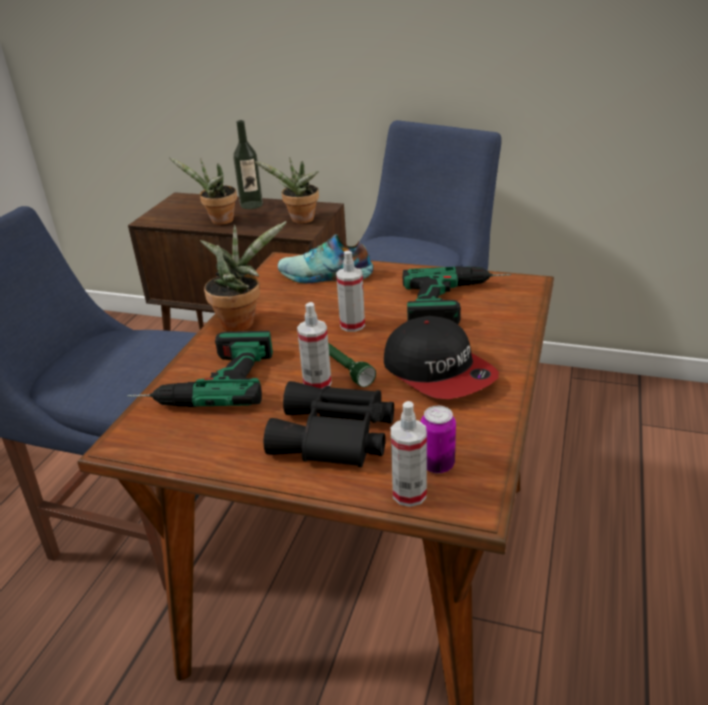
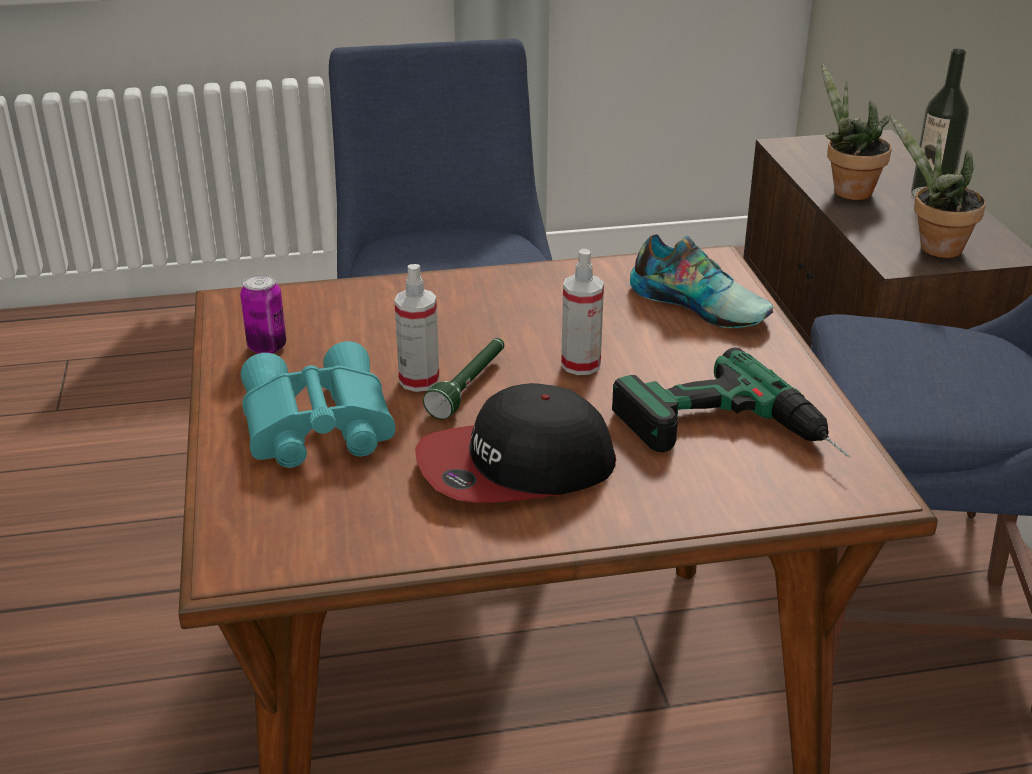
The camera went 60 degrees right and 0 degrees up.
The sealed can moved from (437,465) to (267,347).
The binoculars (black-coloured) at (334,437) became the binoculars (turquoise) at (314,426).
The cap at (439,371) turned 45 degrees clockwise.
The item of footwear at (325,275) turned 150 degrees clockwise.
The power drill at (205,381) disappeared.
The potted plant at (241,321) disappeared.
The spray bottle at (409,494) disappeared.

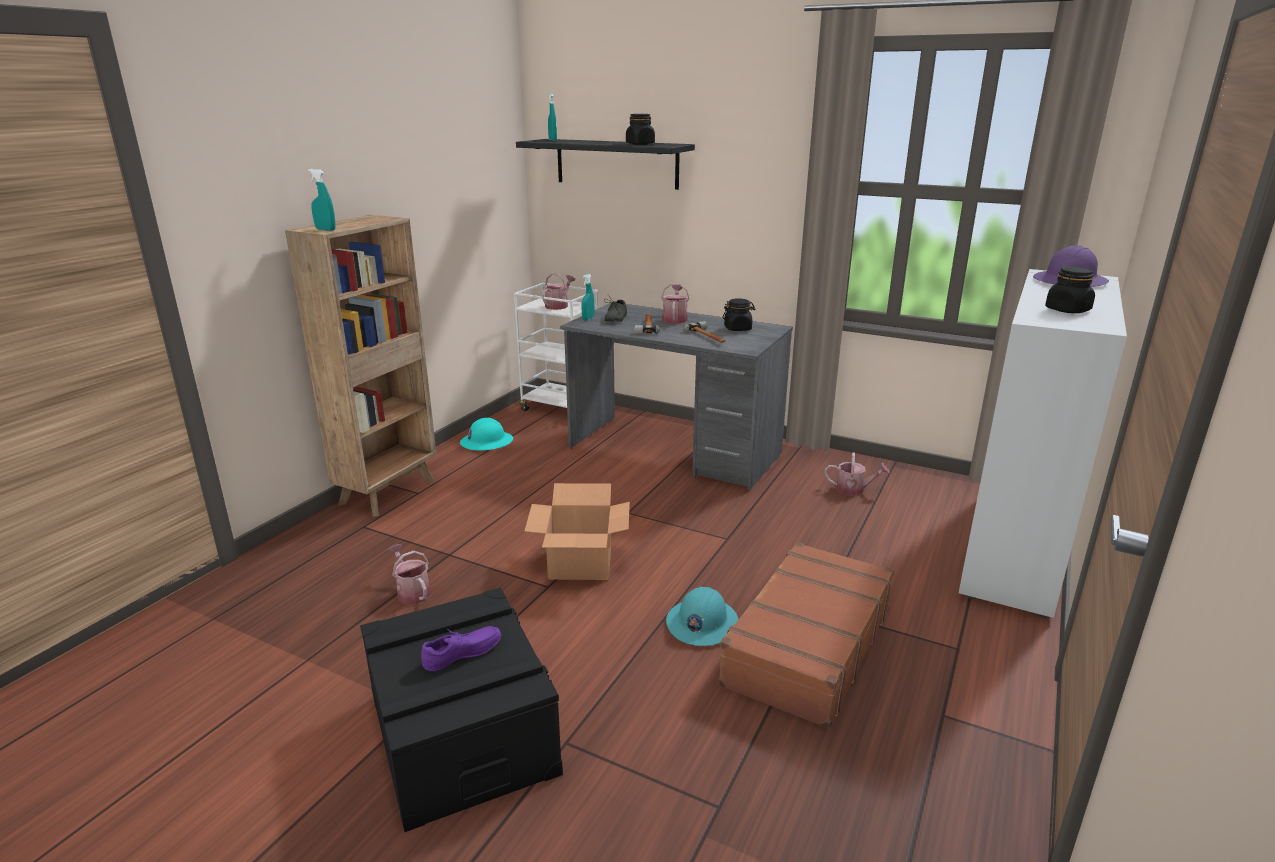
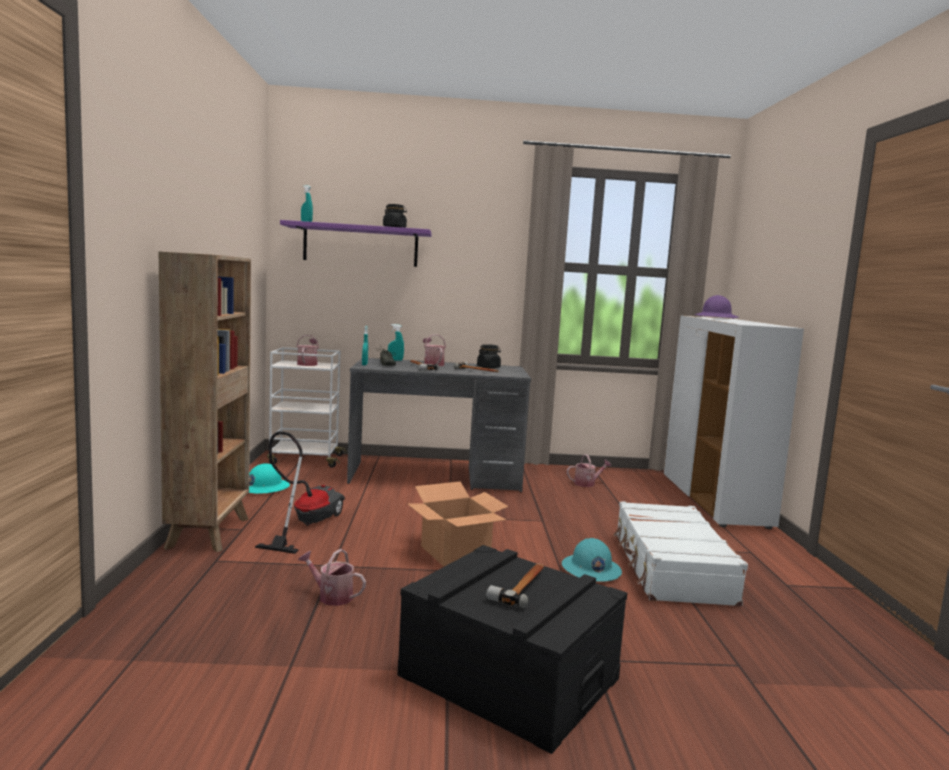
The camera went 30 degrees left and 15 degrees down.
The vacuum at (304,524) appeared.
The shelf (black-coloured) at (616,163) became the shelf (purple-coloured) at (360,245).
The spray bottle (turquoise) moved from (325,229) to (395,360).
The item of footwear (purple-coloured) at (463,655) was replaced by the hammer at (522,587).
The travel case (brownish) at (806,646) became the travel case (white-coloured) at (670,568).
The jar (black-coloured) at (1067,310) disappeared.

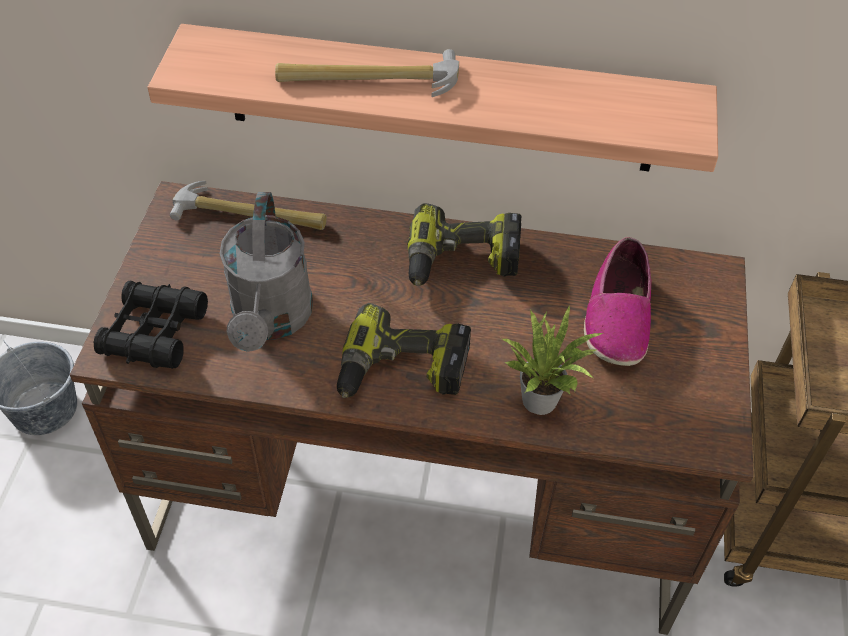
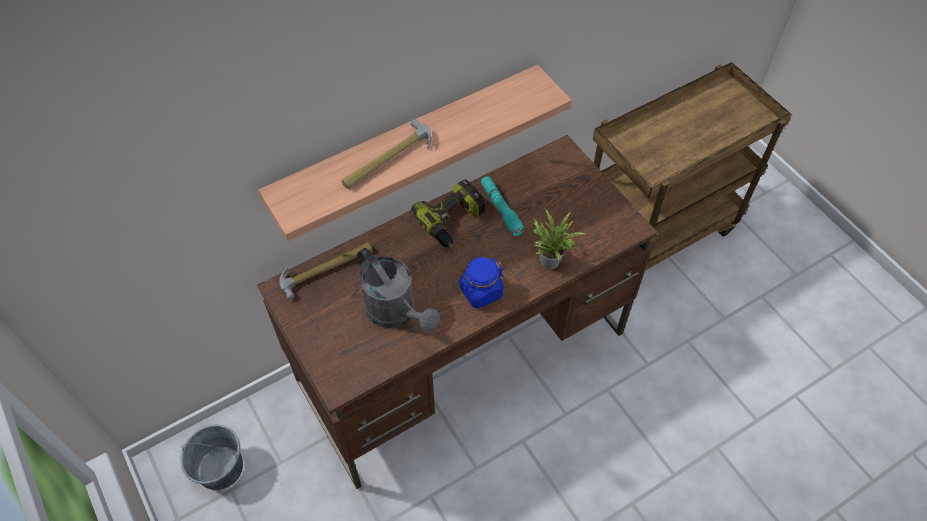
The camera went 40 degrees left and 5 degrees up.
The power drill at (402,371) was replaced by the jar (bluish) at (481,292).
The torch (turquoise) at (501,209) appeared.
The binoculars (black-coloured) at (153,333) disappeared.
The item of footwear at (617,316) disappeared.

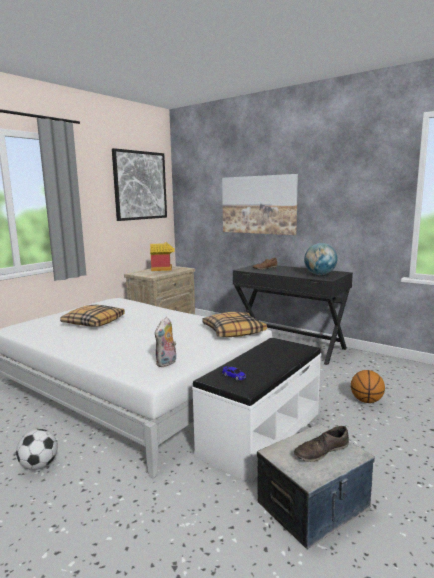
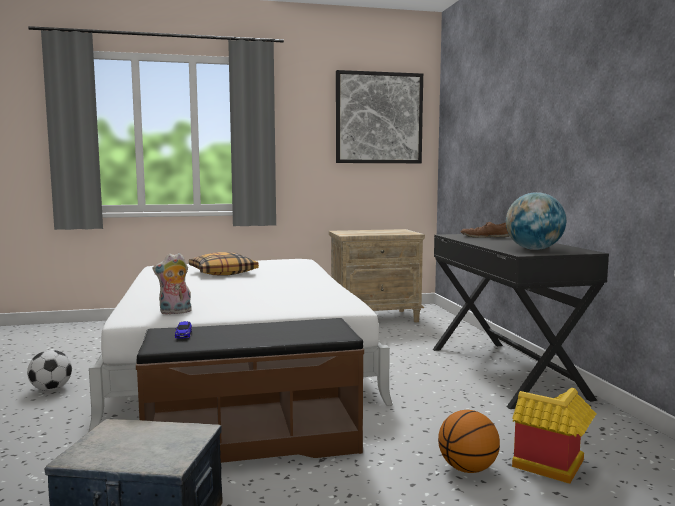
The camera went 40 degrees right and 5 degrees down.
The bench (white-coloured) at (260,433) became the bench (brownish) at (253,442).
The miniature house moved from (163,269) to (551,468).
The throw pillow at (233,331) disappeared.
The wall picture at (258,205) disappeared.
The item of footwear (brownish) at (321,451) disappeared.

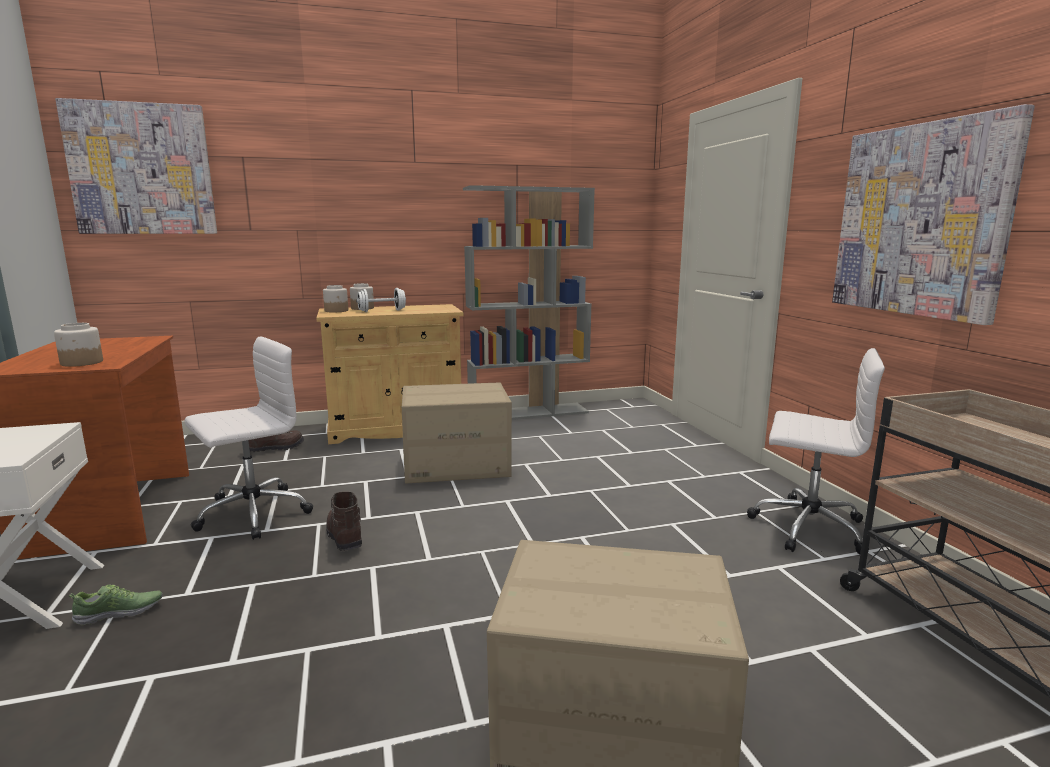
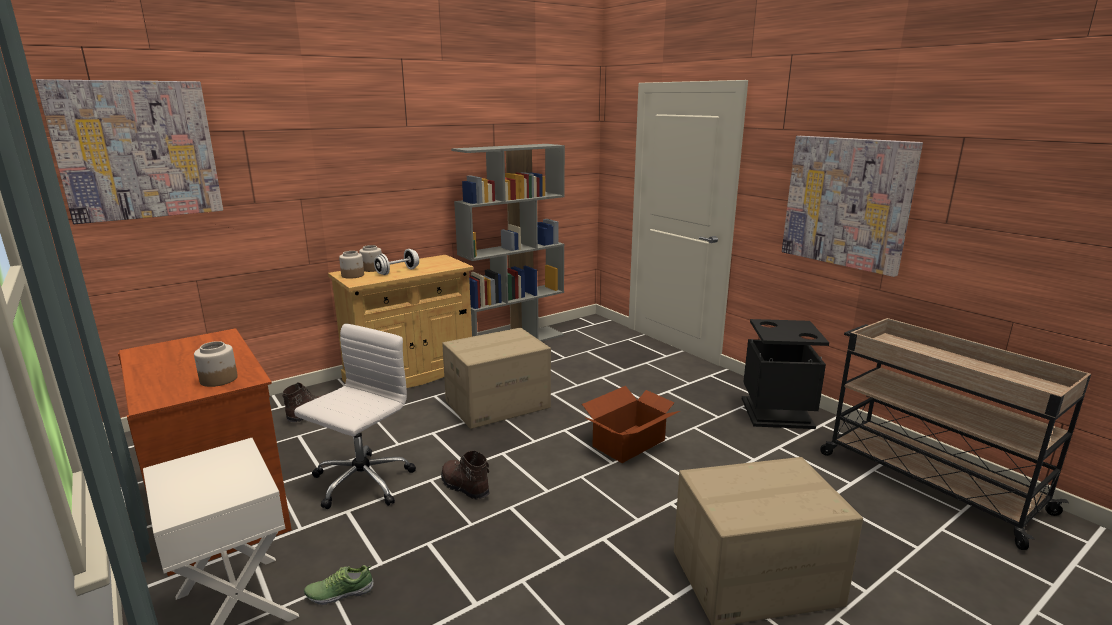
The camera went 20 degrees left and 5 degrees up.
The item of footwear at (120,613) turned 150 degrees counterclockwise.
The packing box at (630,443) appeared.
The desk chair (white-coloured) at (806,527) was replaced by the waste bin (black-coloured) at (777,413).

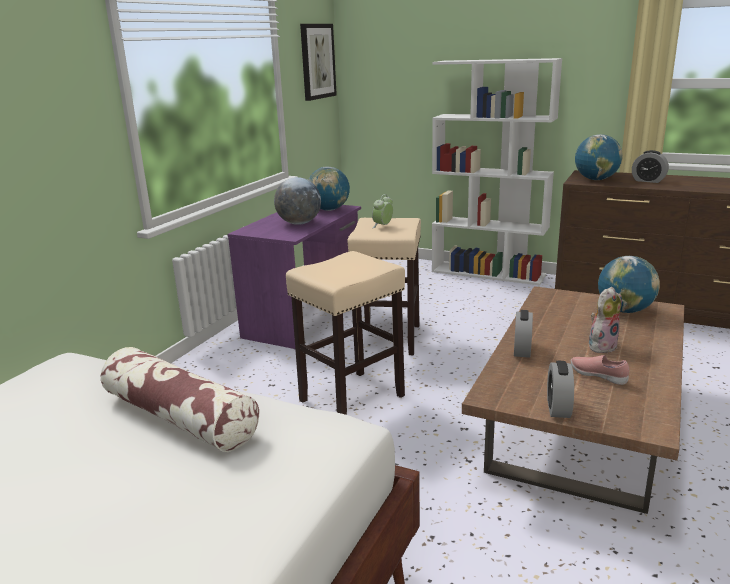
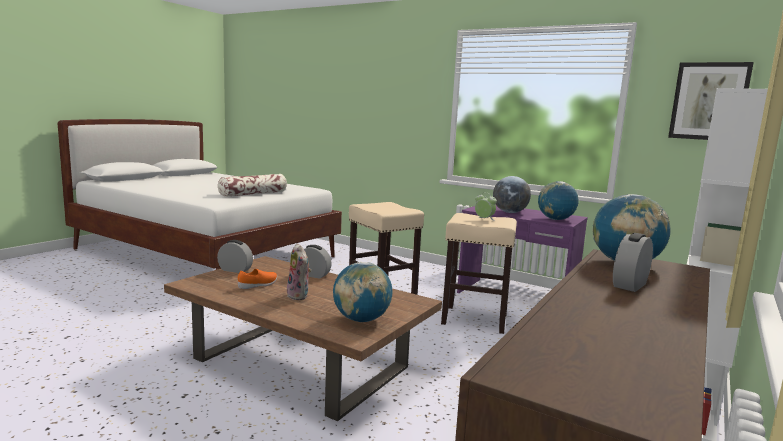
The camera went 95 degrees right and 10 degrees down.
The item of footwear (pinkish) at (598,376) became the item of footwear (orange-coloured) at (258,285).

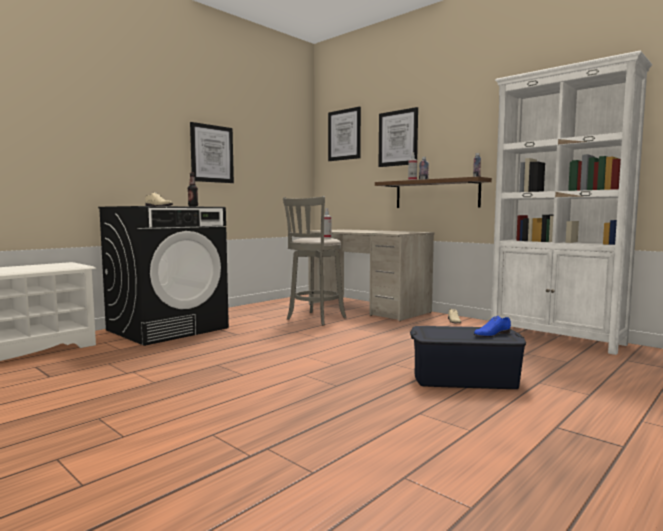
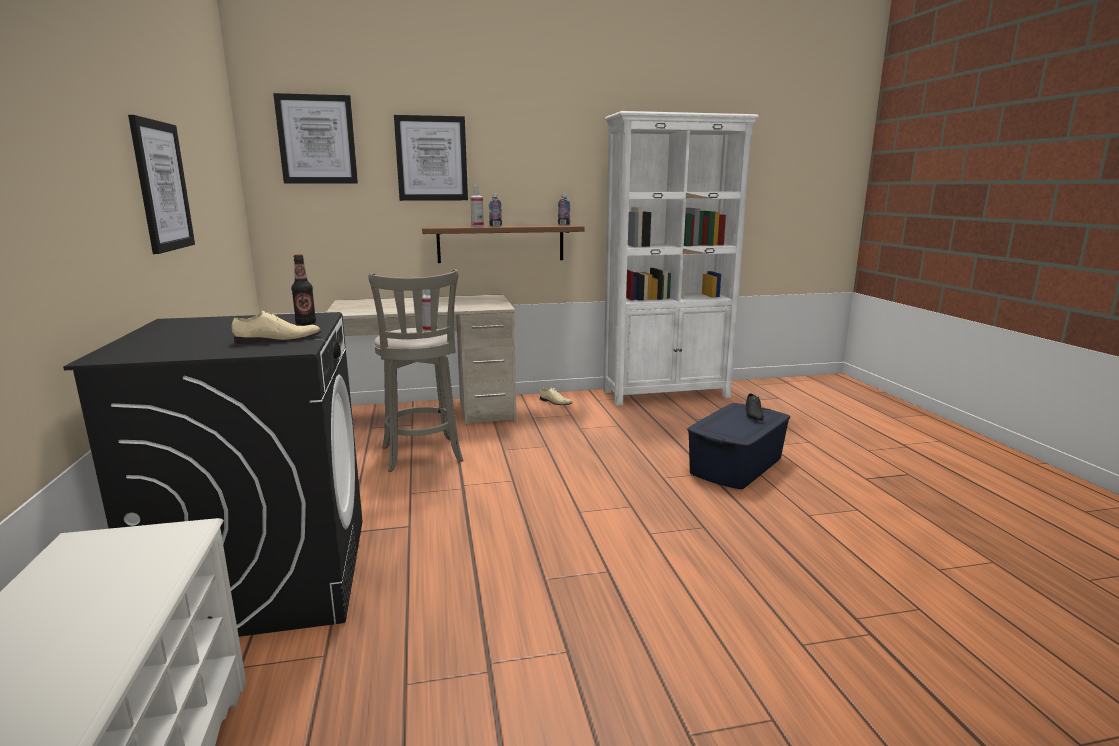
The camera went 55 degrees left and 10 degrees up.
The item of footwear (bluish) at (491,334) became the item of footwear (black-coloured) at (753,414).

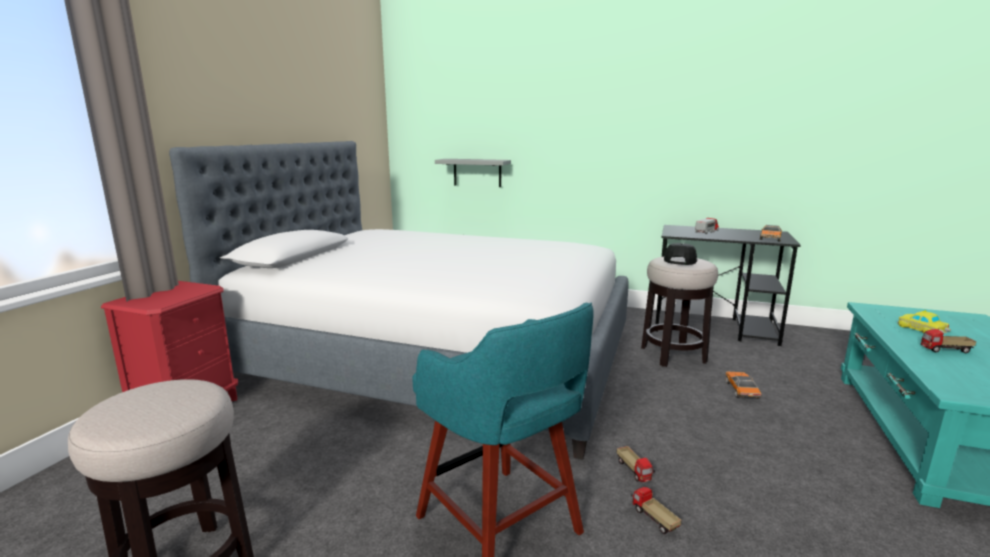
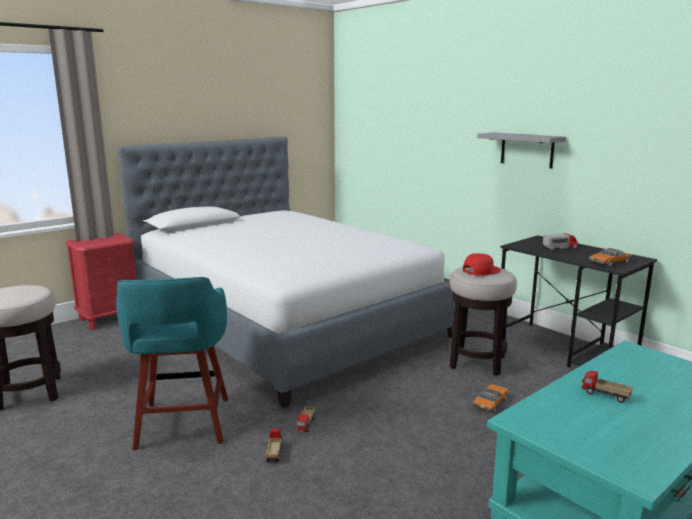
The camera went 30 degrees right and 0 degrees up.
The cap (black-coloured) at (680,260) became the cap (red) at (481,270).
The shelf (greyish) moved from (477,172) to (527,150).
The toy car at (922,329) disappeared.

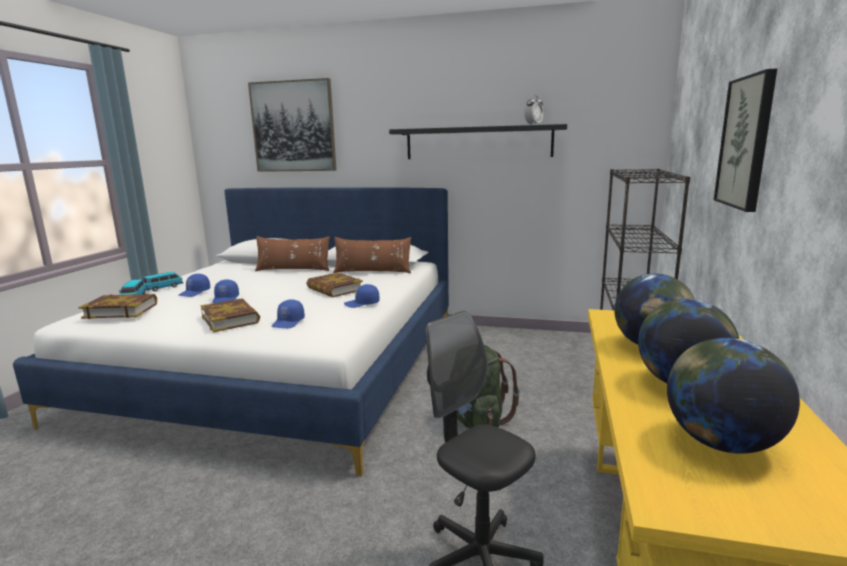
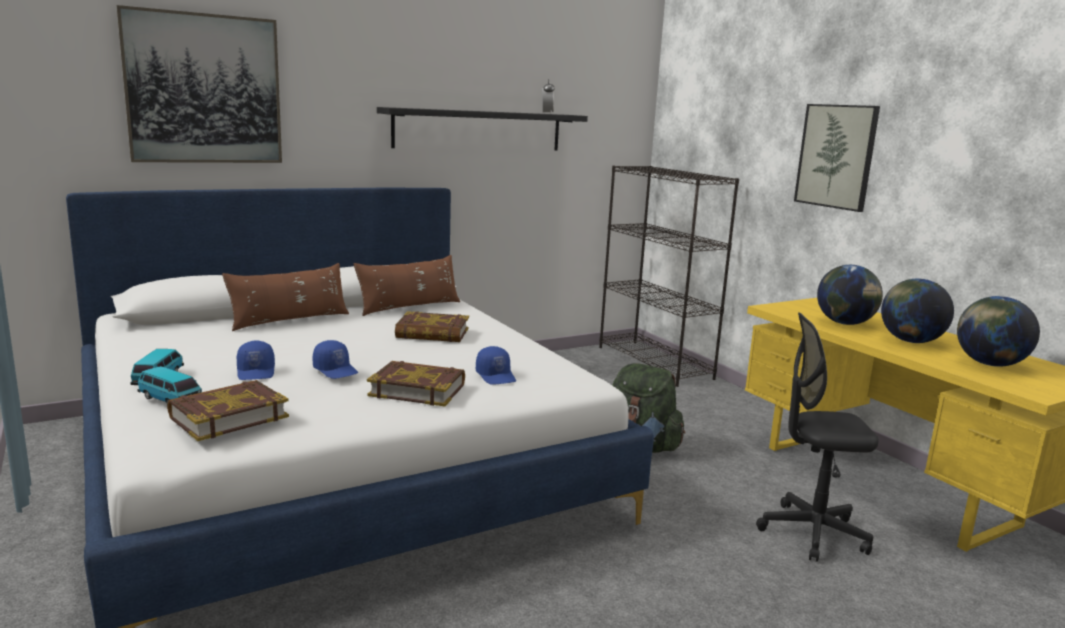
The camera went 45 degrees left and 0 degrees up.
The cap (bluish) at (362,304) disappeared.

